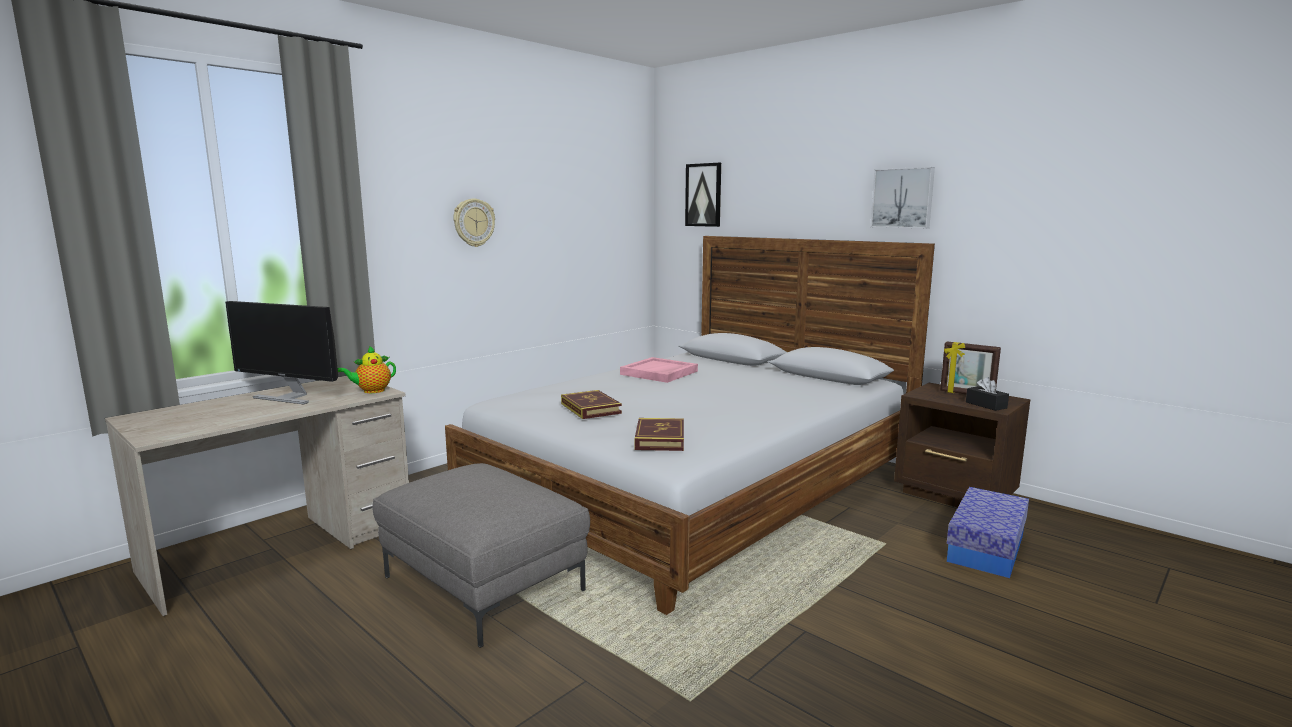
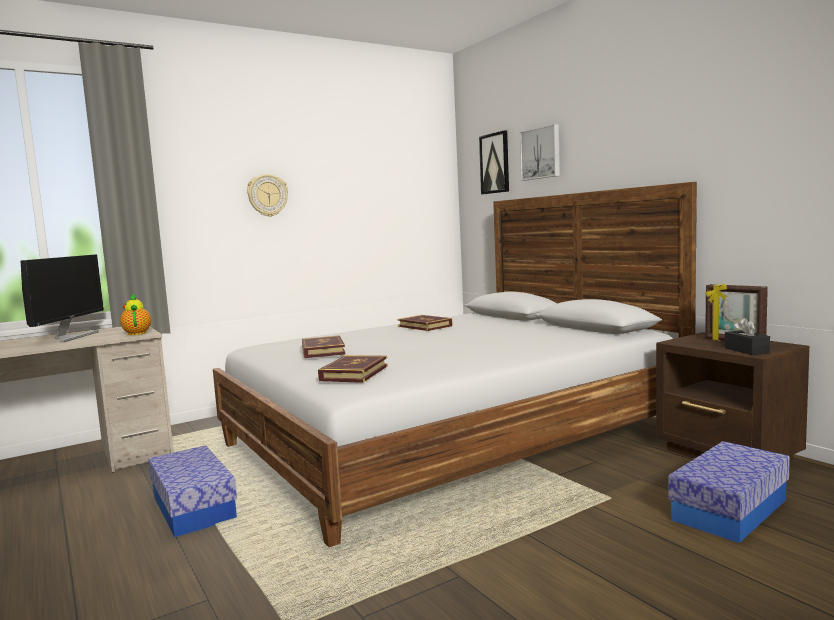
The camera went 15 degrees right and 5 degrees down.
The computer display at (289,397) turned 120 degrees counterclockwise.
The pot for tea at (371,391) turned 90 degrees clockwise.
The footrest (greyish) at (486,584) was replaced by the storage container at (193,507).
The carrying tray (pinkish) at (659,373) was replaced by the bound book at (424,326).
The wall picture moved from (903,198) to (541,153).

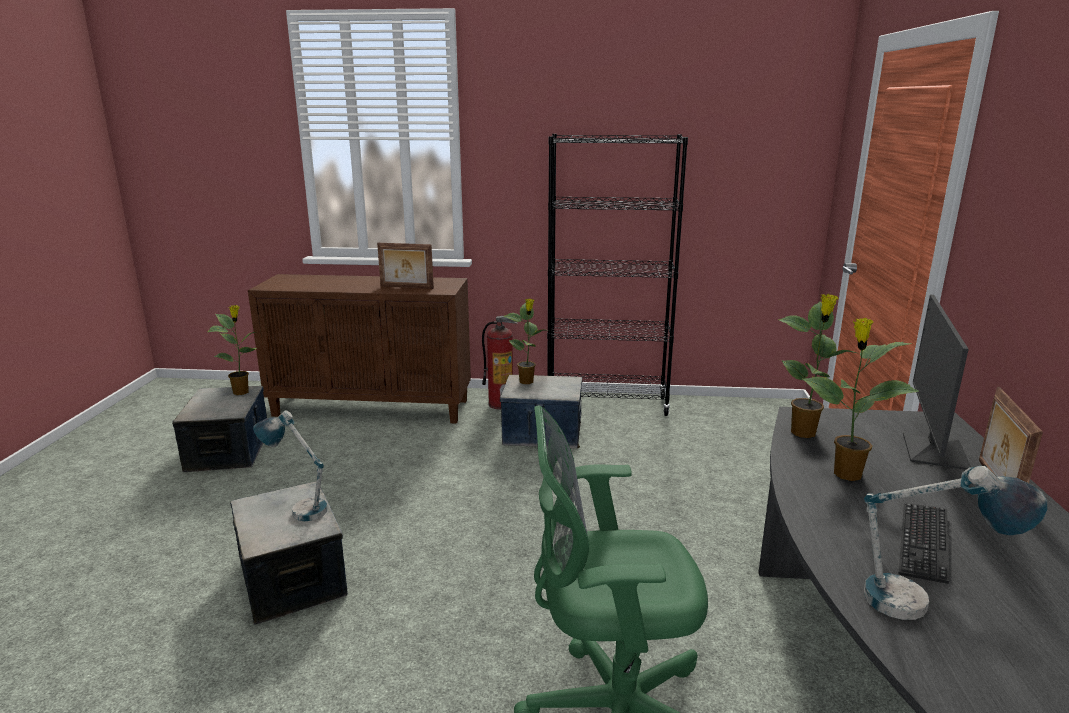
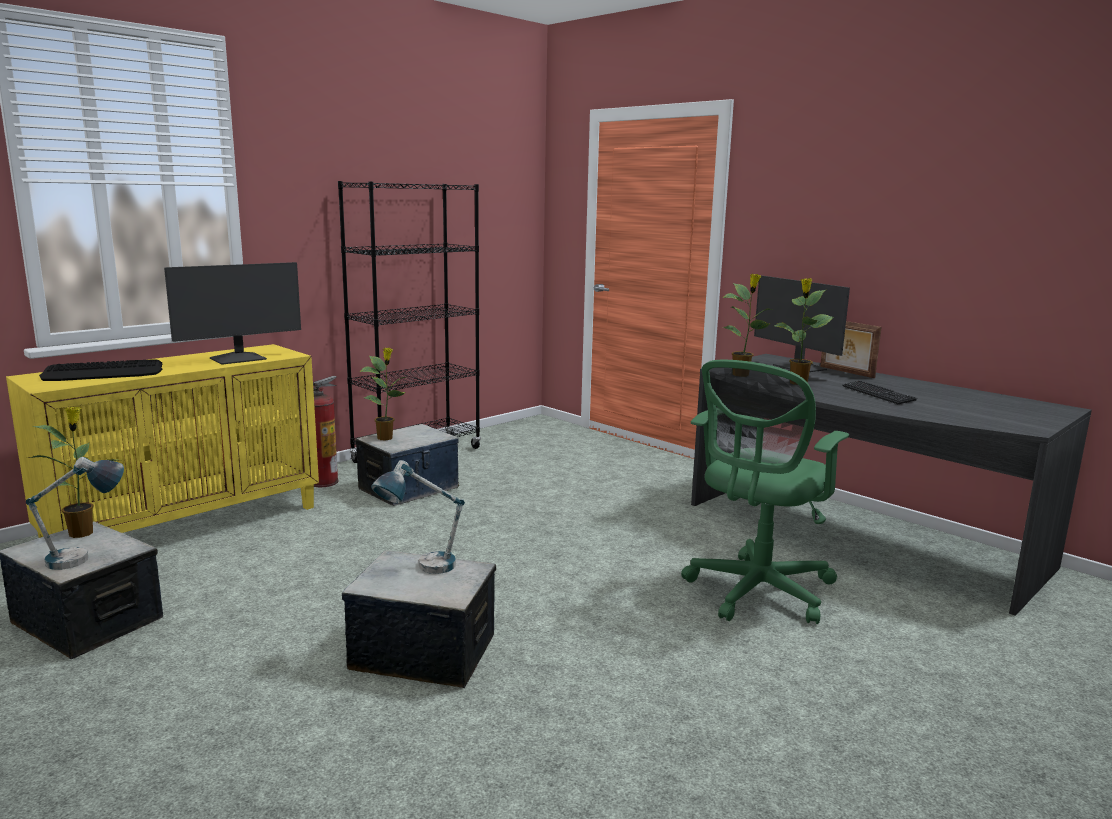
The camera went 50 degrees left and 5 degrees down.
The storage cabinet (brownish) at (373,407) became the storage cabinet (yellow-coloured) at (188,526).
The tabletop lamp moved from (923,610) to (85,559).
The keyboard at (104,373) appeared.
The picture frame at (406,287) was replaced by the computer display at (239,359).

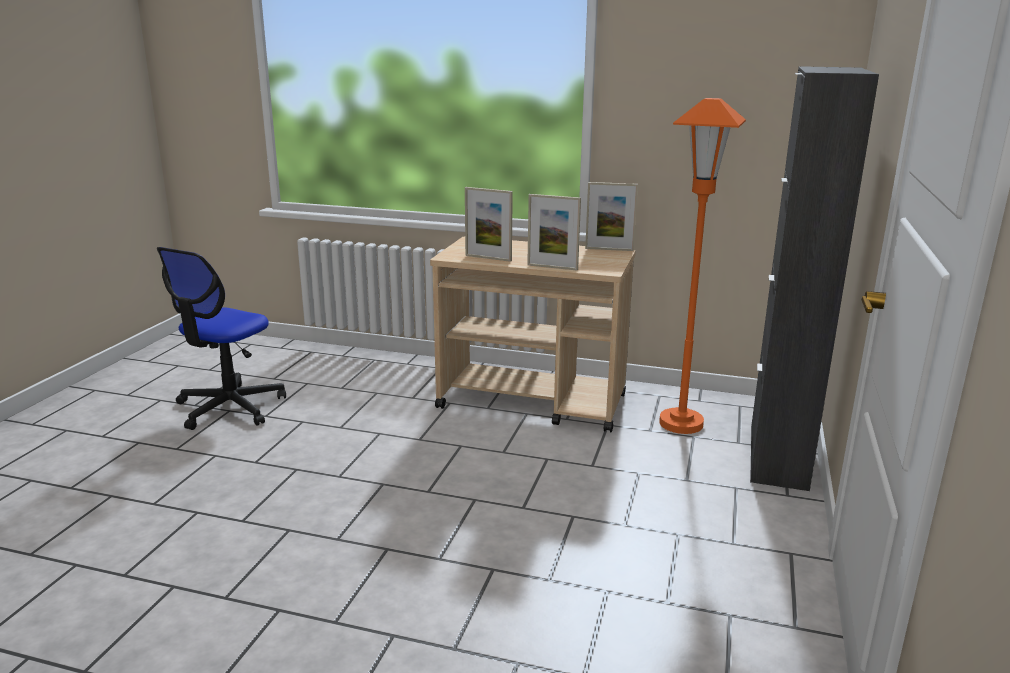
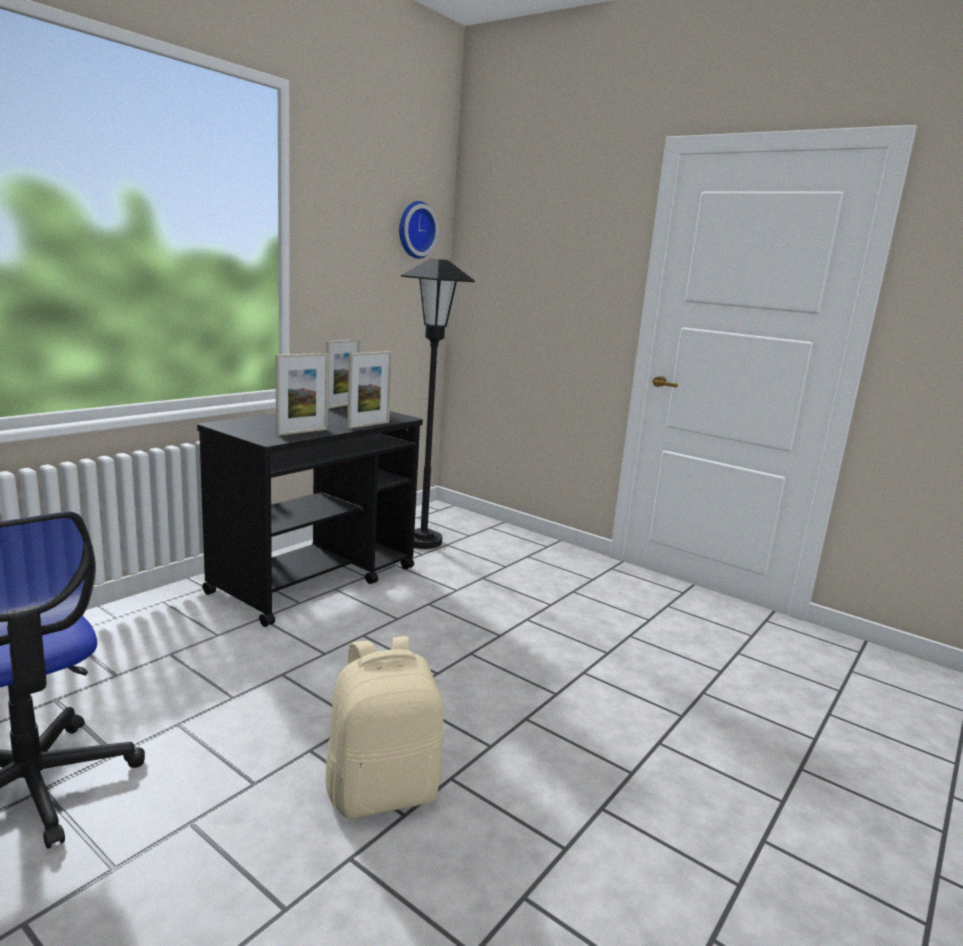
The camera went 70 degrees left and 5 degrees down.
The trolley (beige) at (533,402) became the trolley (black-coloured) at (316,579).
The backpack (beige) at (383,790) appeared.
The hanging clock at (414,230) appeared.
The standing lamp (orange-coloured) at (680,423) became the standing lamp (black-coloured) at (423,541).
The storage cabinet (black-coloured) at (778,456) disappeared.

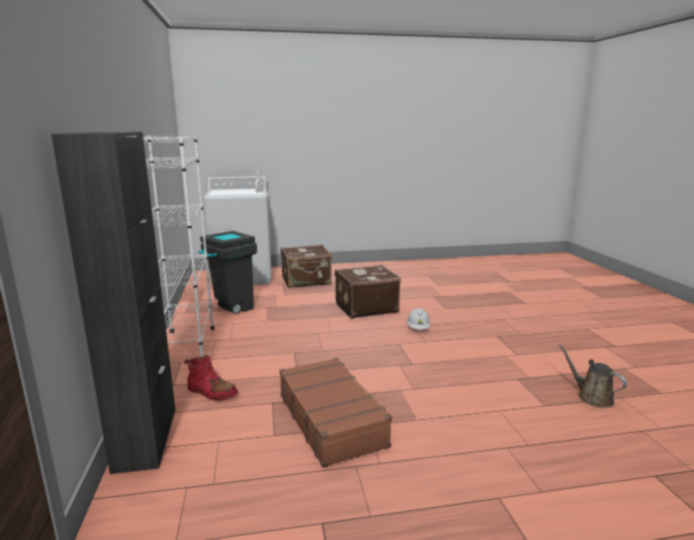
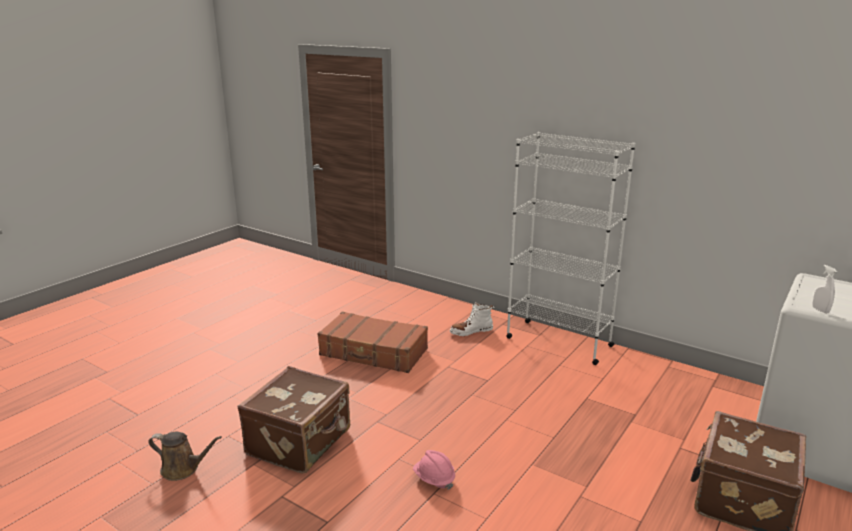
The camera went 135 degrees right and 5 degrees up.
The travel case (brownish) moved from (365,308) to (301,442).
The work helmet (white-coloured) at (418,328) became the work helmet (pinkish) at (434,479).
The tall boot (red) at (212,392) became the tall boot (white-coloured) at (471,331).
The storage cabinet (black-coloured) at (146,439) disappeared.
The waste bin (greyish) at (231,309) disappeared.

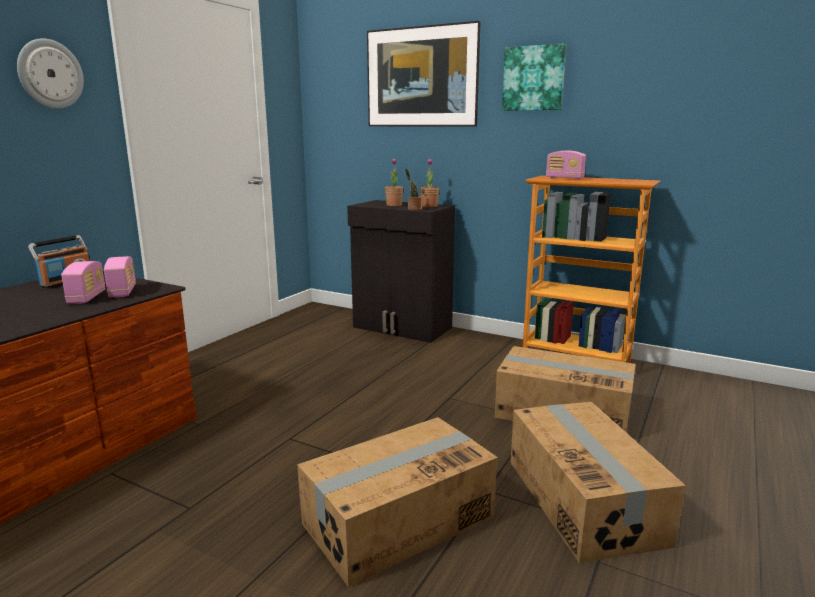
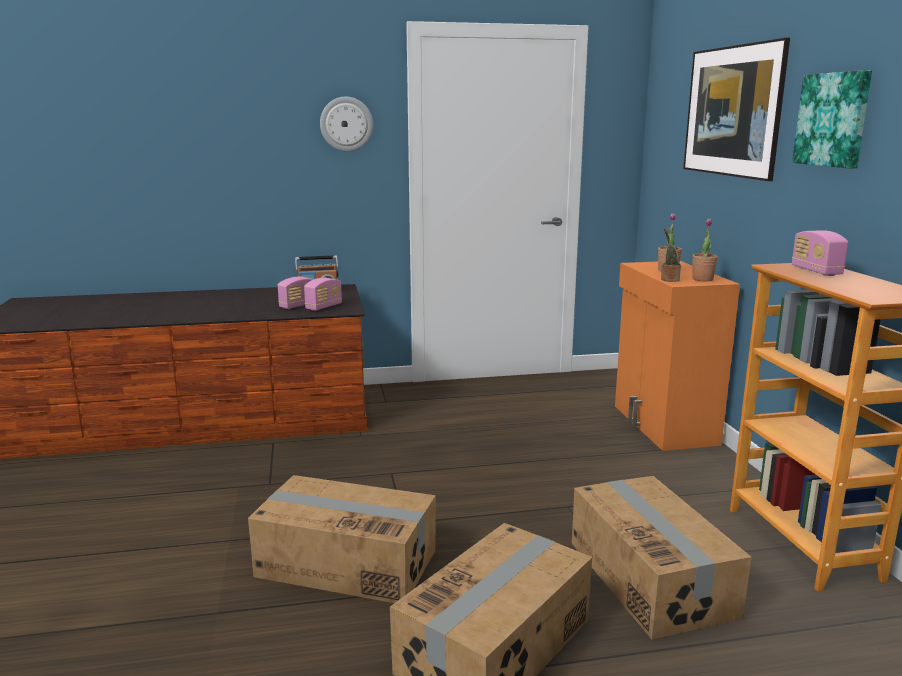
The camera went 50 degrees right and 0 degrees up.
The storage cabinet (black-coloured) at (402,328) became the storage cabinet (orange-coloured) at (663,425).

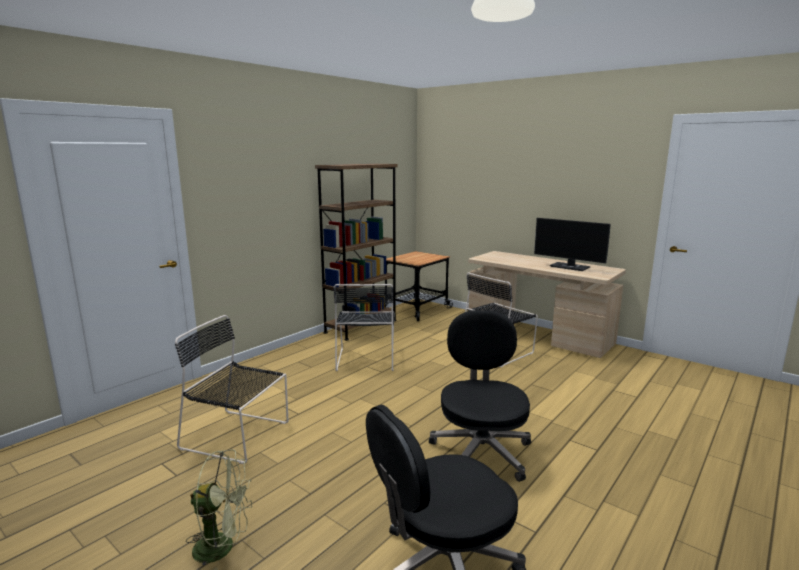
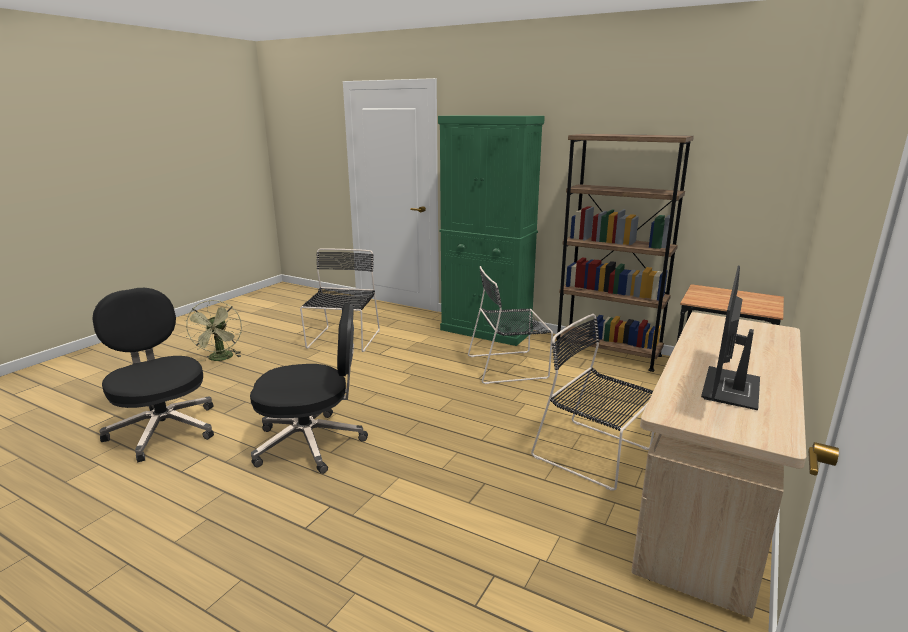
The camera went 80 degrees right and 5 degrees up.
The storage cabinet (green-coloured) at (486,331) appeared.

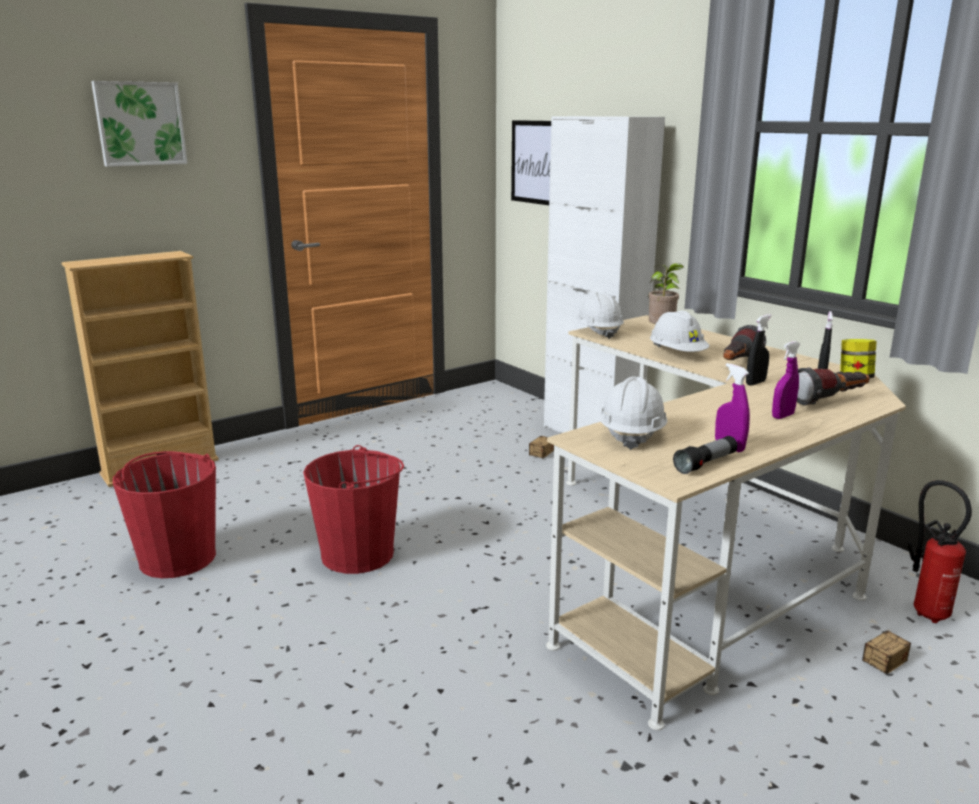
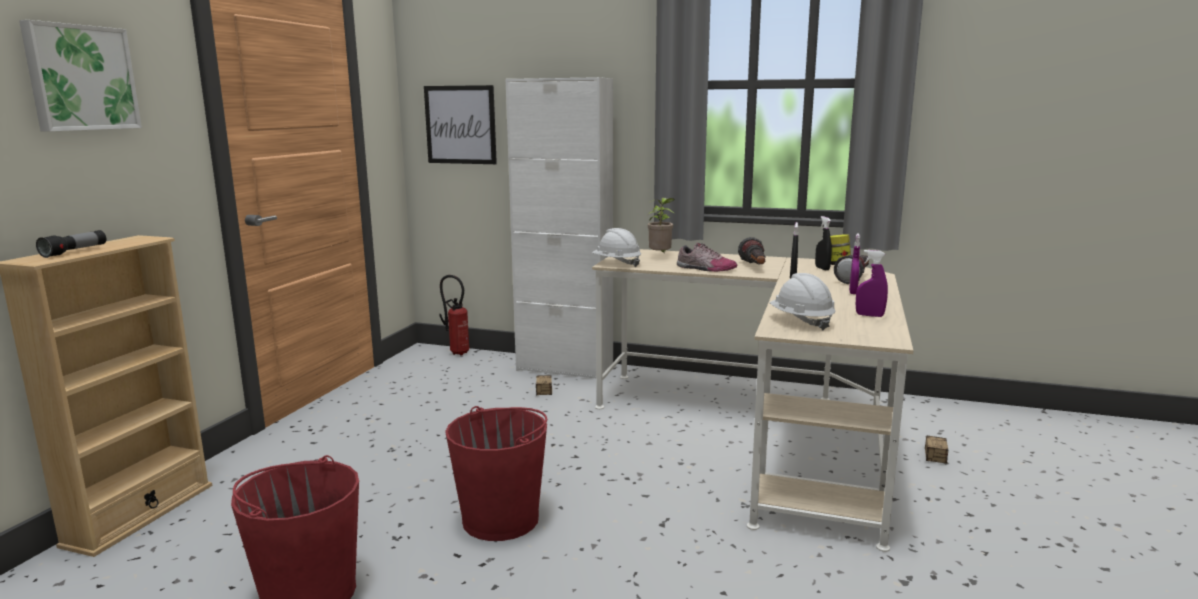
The camera went 35 degrees left and 5 degrees down.
The torch moved from (706,464) to (75,252).
The extinguisher moved from (926,612) to (457,352).
The work helmet (white-coloured) at (677,354) was replaced by the item of footwear at (705,269).

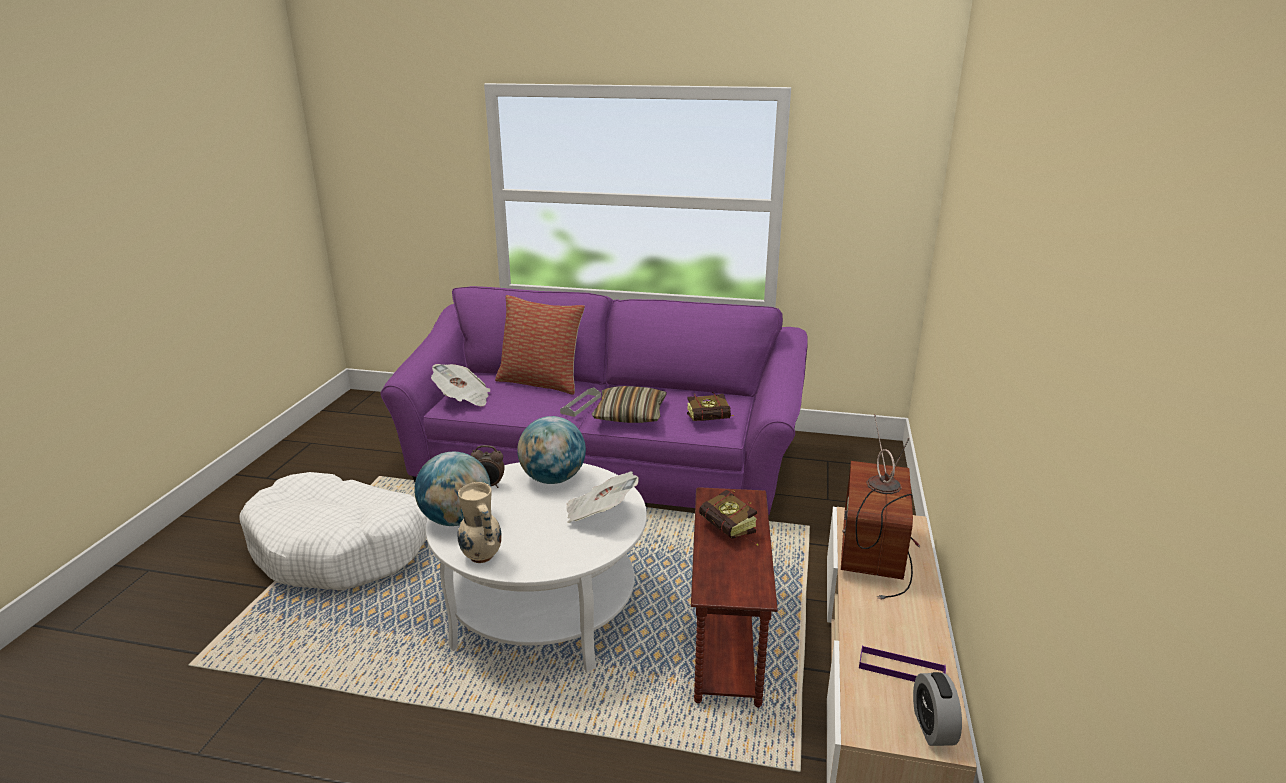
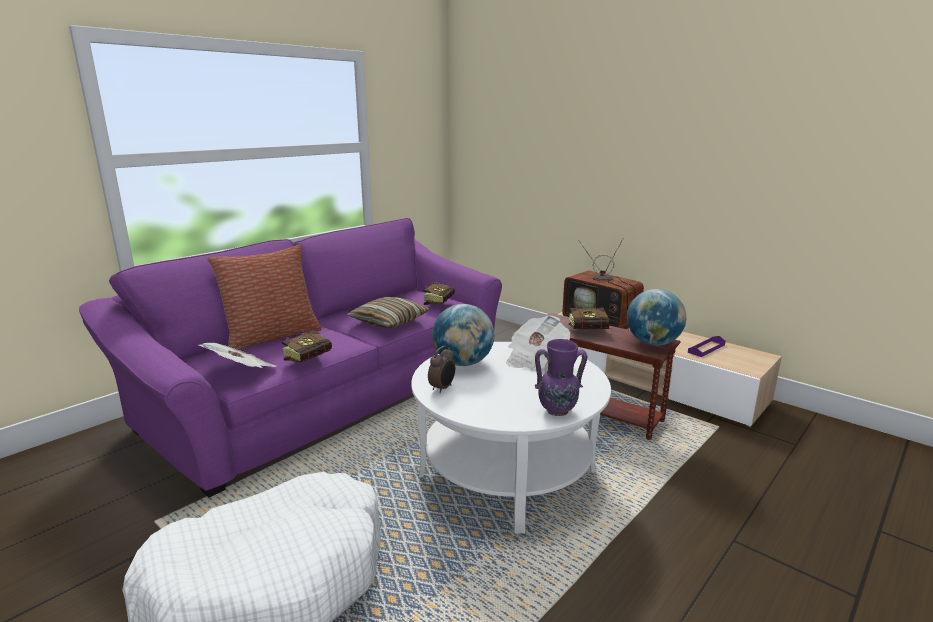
The camera went 60 degrees left and 5 degrees down.
The bound book at (312,359) appeared.
The decorative vase (beige) at (481,557) became the decorative vase (purple-coloured) at (558,411).
The globe moved from (456,520) to (653,343).
The carrying tray (greyish) at (581,405) disappeared.
The bedside clock at (932,728) disappeared.

